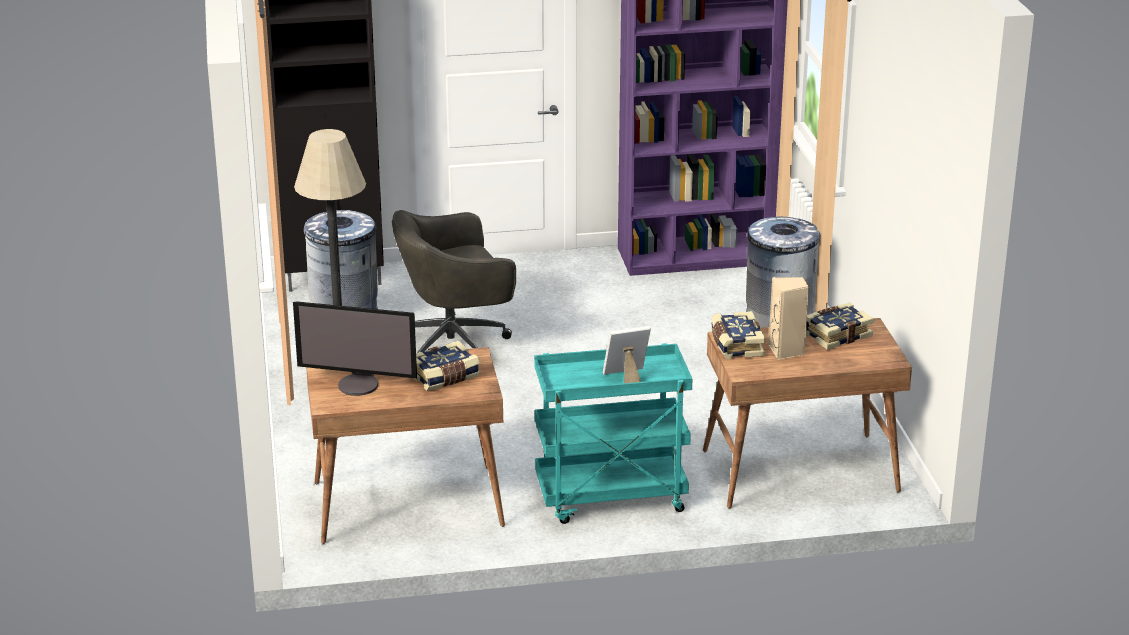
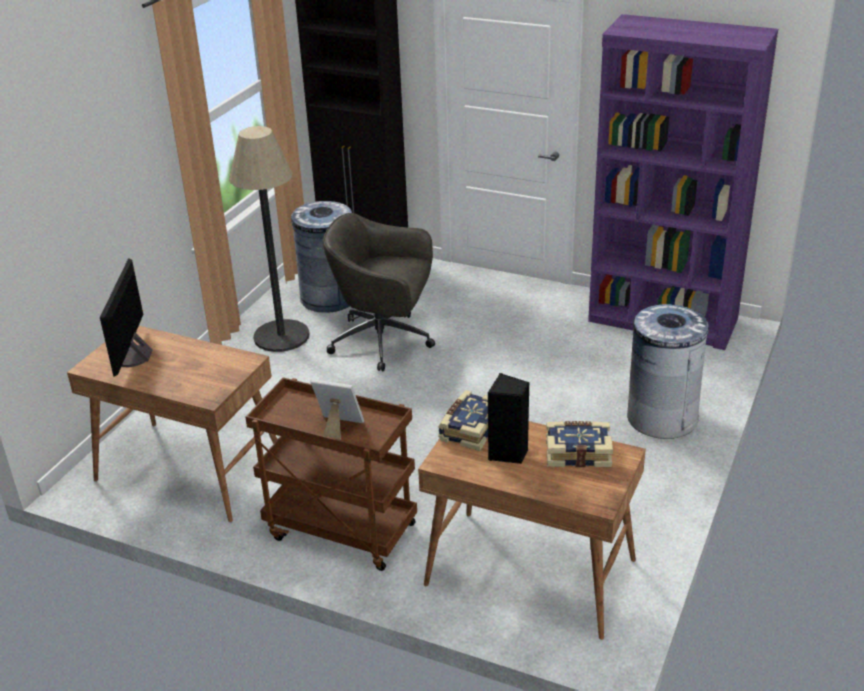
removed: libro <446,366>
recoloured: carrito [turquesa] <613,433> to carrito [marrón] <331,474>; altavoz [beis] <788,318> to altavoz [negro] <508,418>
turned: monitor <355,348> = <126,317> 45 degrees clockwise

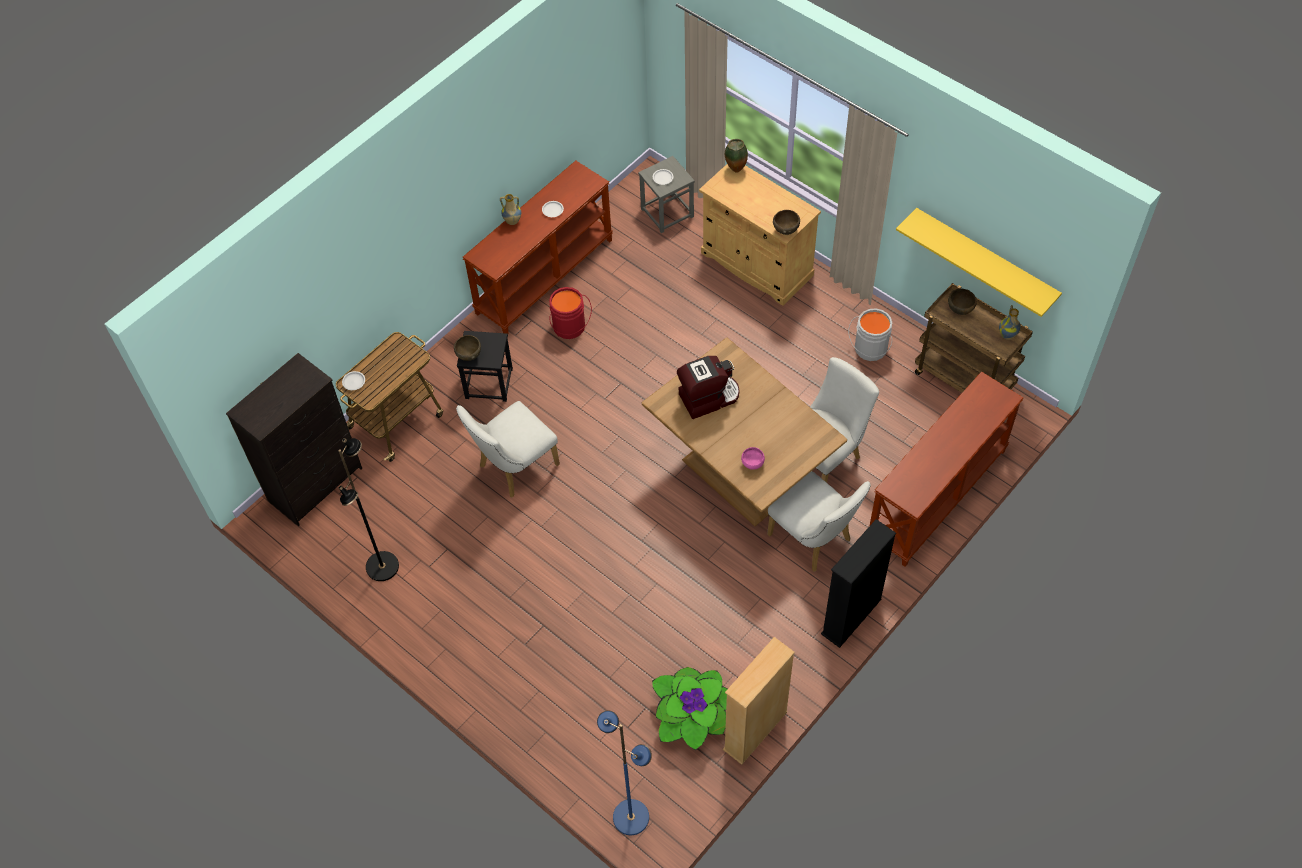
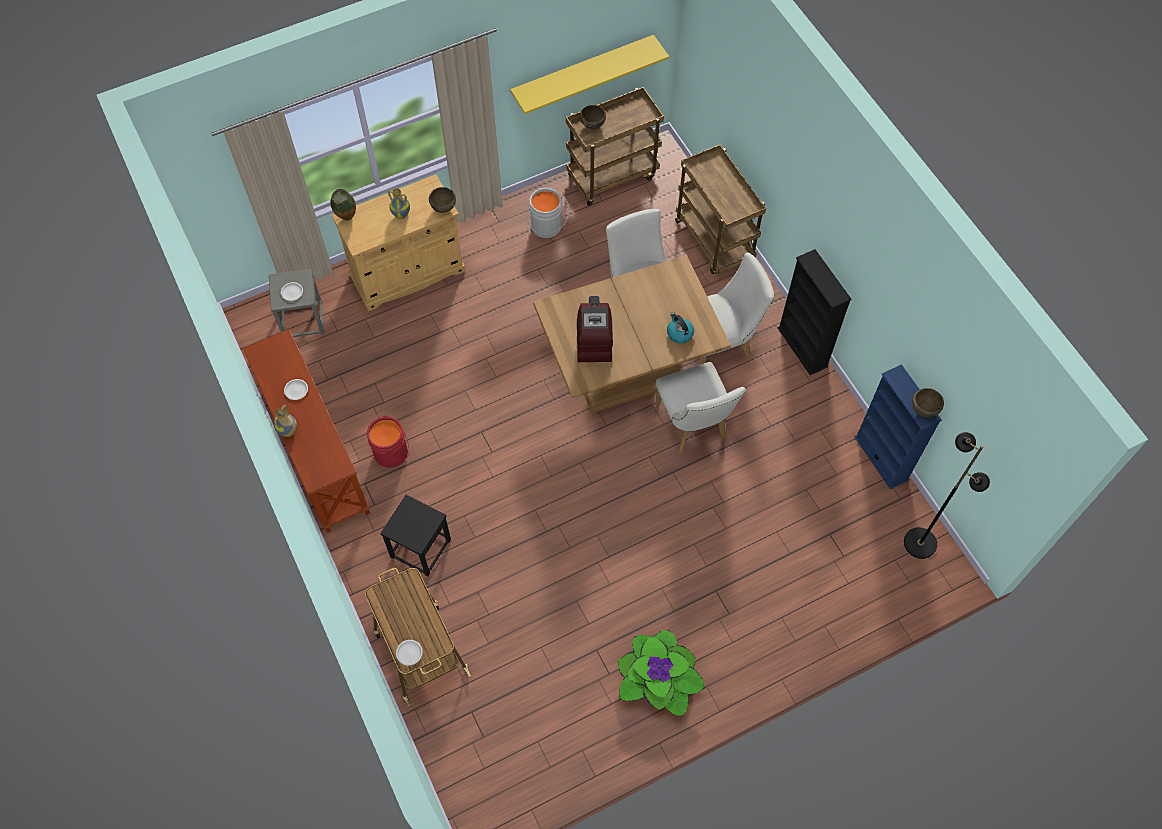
removed: cómoda [negro] <294,439>; lámpara de pie [azul] <624,773>
moved: florero <1010,322> to <399,203>; planta en maceta <690,709> to <661,673>; silla [blanco] <508,449> to <700,407>; lámpara de pie [negro] <368,509> to <947,495>; cuenco [marrón] <467,348> to <928,402>
replaced: cuenco [rosa] <753,458> to hervidor <680,327>; mesa consola [marrón] <946,469> to carrito [marrón] <720,209>
recoloured: estantería [beis] <759,701> to estantería [azul] <898,426>

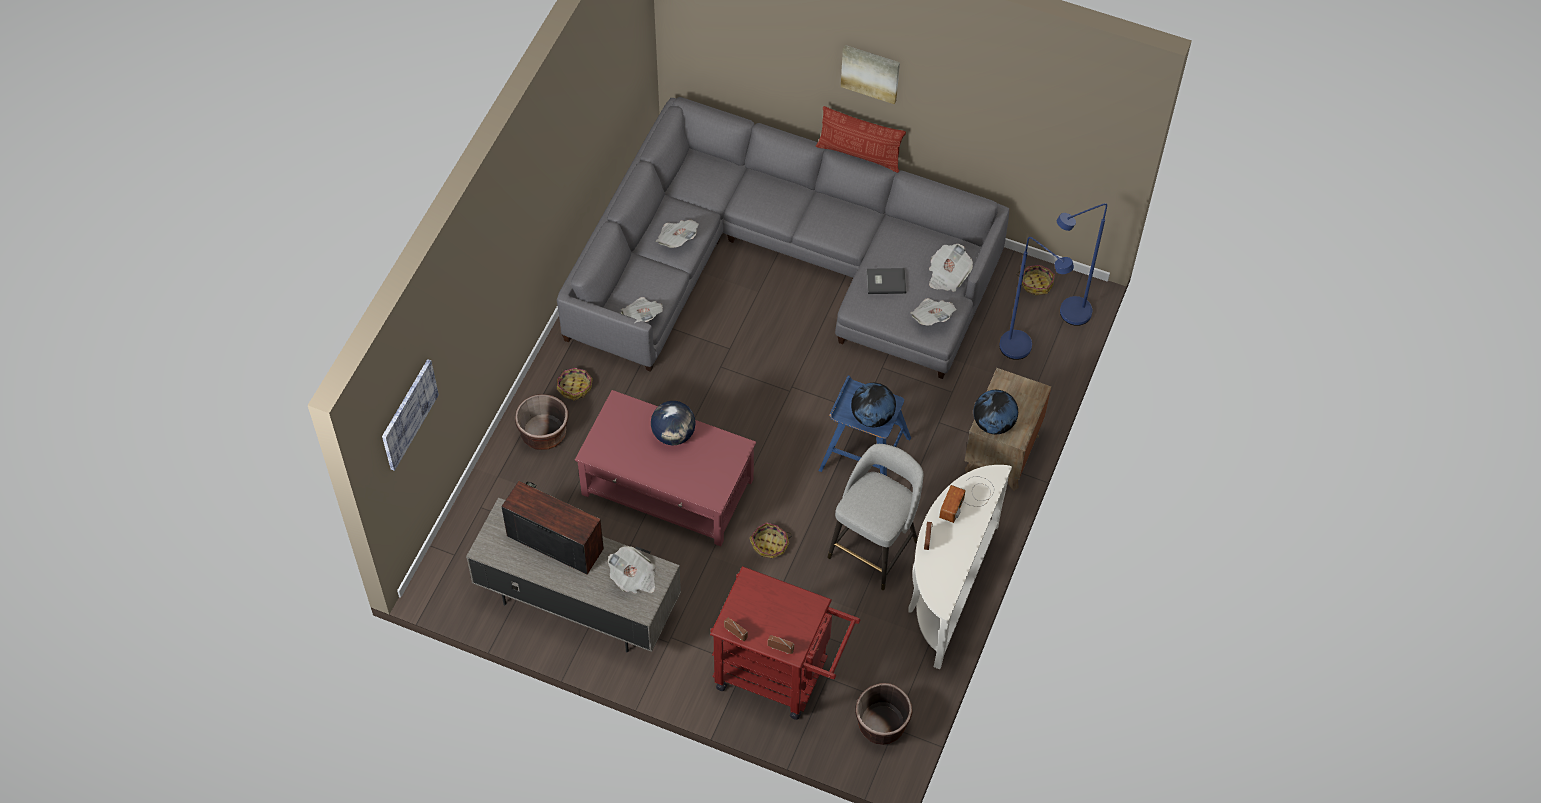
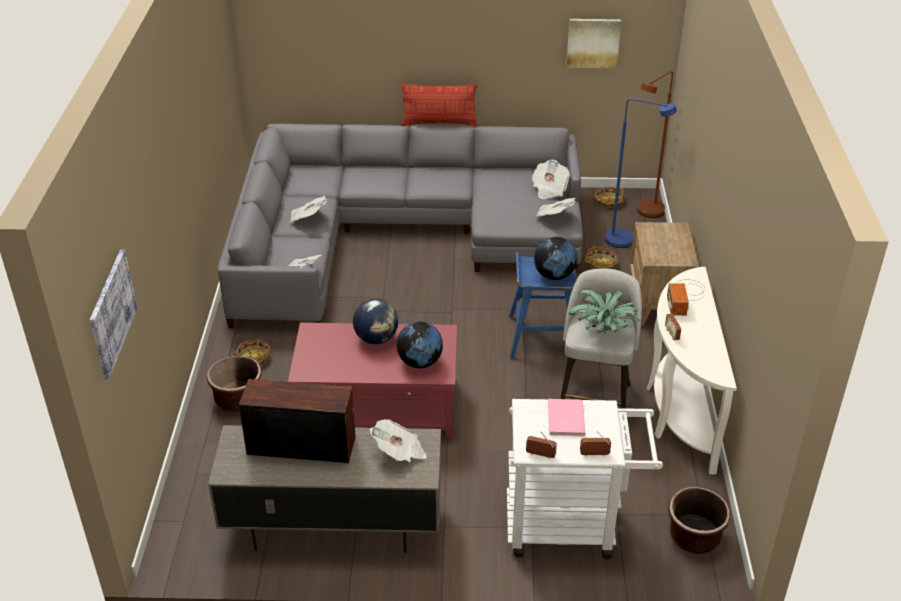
removed: libro [gris] <886,281>
added: libro [rosa] <566,418>; planta en maceta <606,311>
moved: globo terráqueo <995,412> to <419,345>; cuadro <870,74> to <593,43>; cesta <770,540> to <601,257>
recoloured: carrito [rojo] <785,643> to carrito [blanco] <585,479>; lámpara de pie [azul] <1082,264> to lámpara de pie [marrón] <655,144>

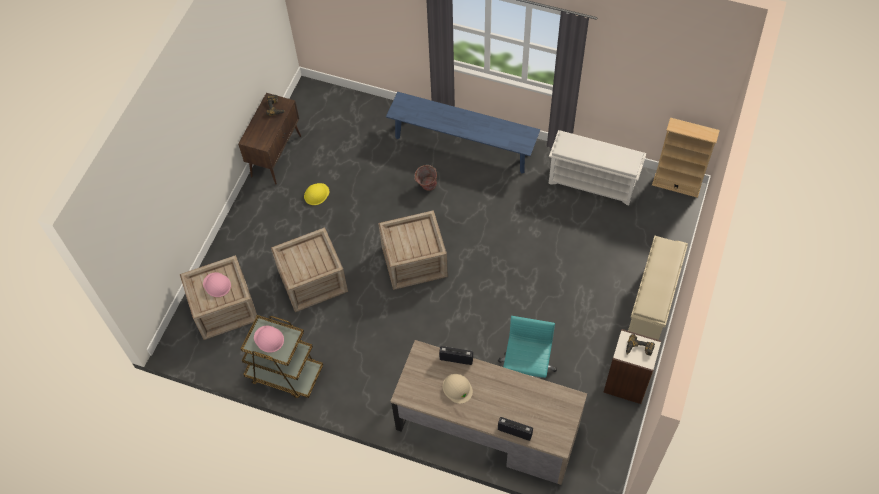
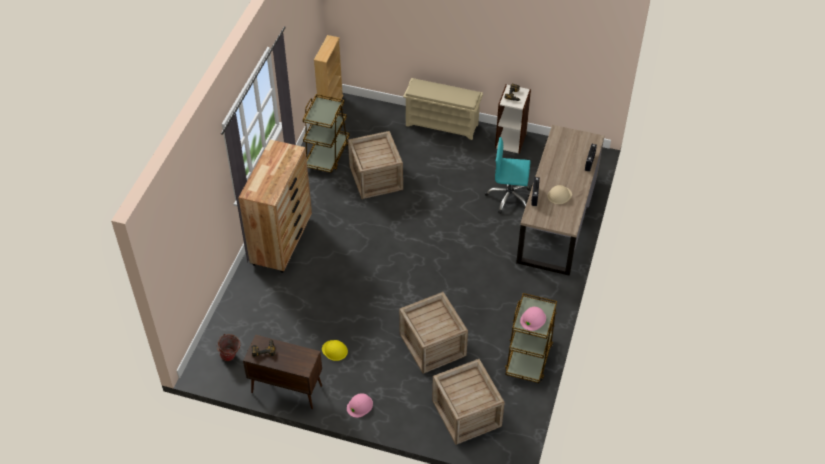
moved: cubo <425,178> to <228,347>; casco [rosa] <217,284> to <360,405>; caja de embalaje <413,250> to <375,165>
replaced: banco [azul] <463,132> to cómoda [marrón] <275,206>; zapatero [blanco] <597,167> to carrito [marrón] <326,133>

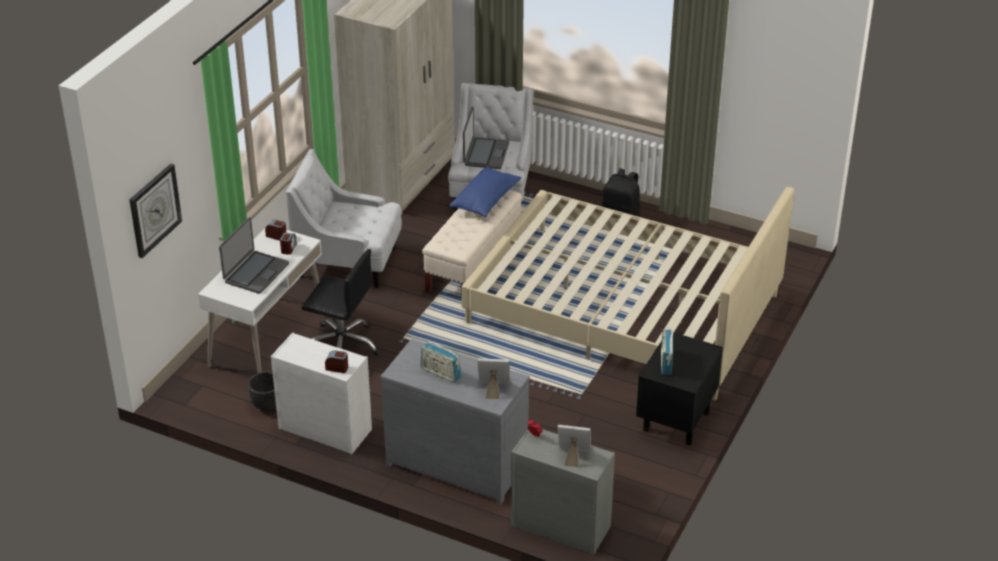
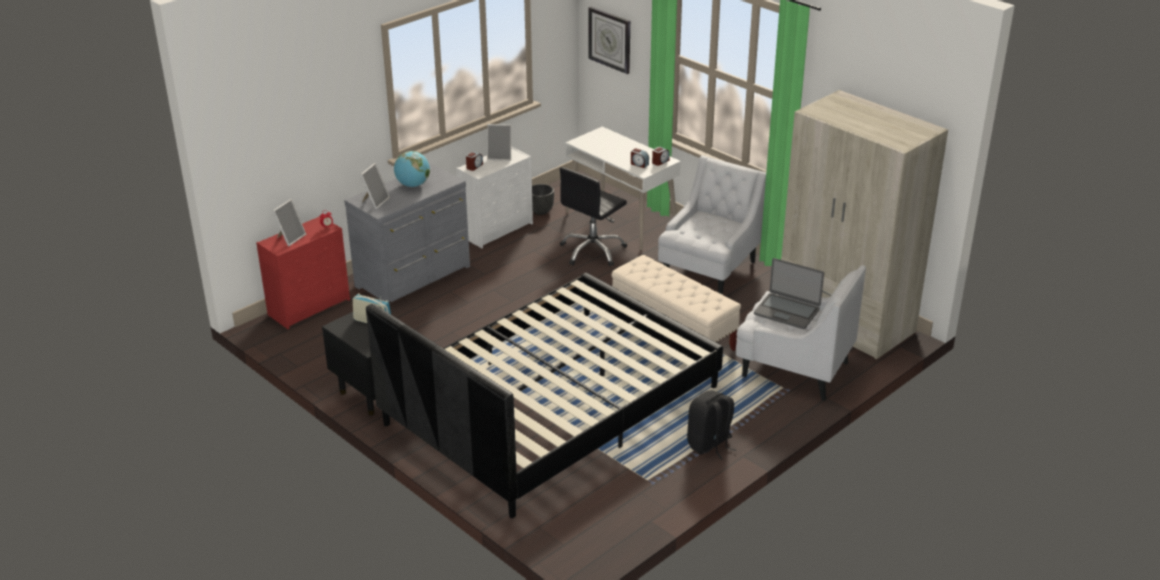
removed: portátil <254,255>; cojín [azul] <485,192>
added: portarretratos <499,142>
replaced: radio <441,362> to globo terráqueo <412,169>
recoloured: cómoda [gris] <563,492> to cómoda [rojo] <303,272>; cama [beis] <627,293> to cama [negro] <544,395>

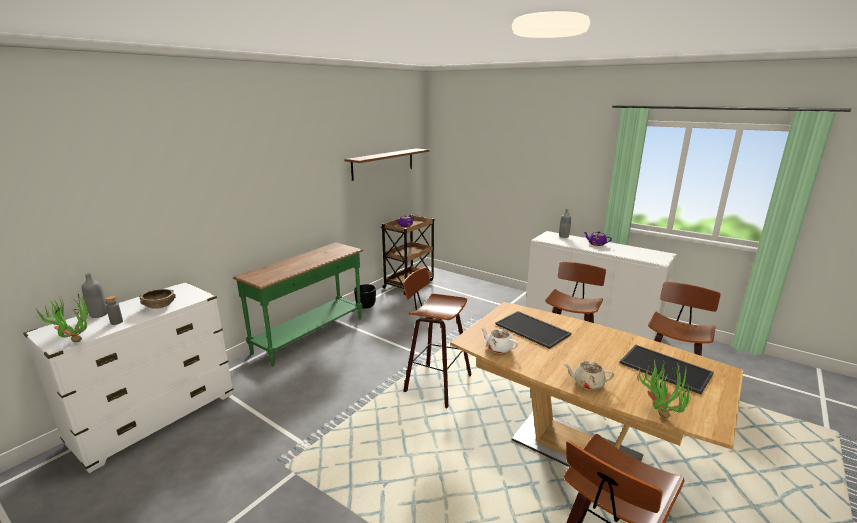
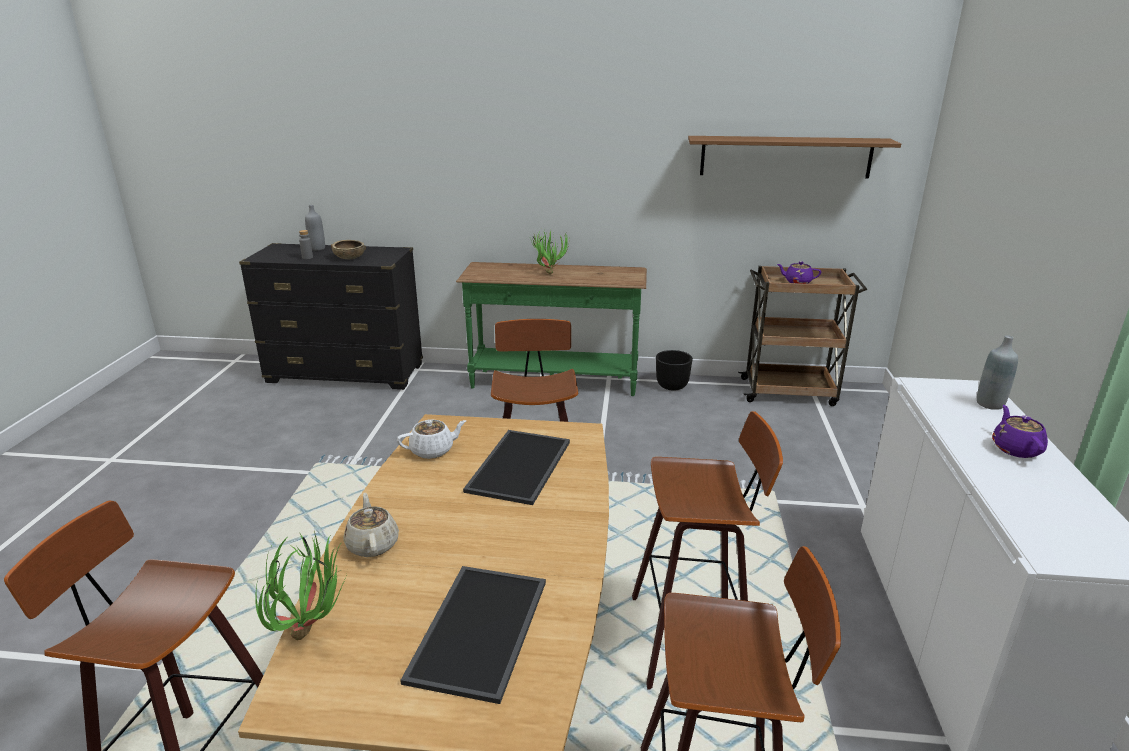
moved: planta en maceta <62,318> to <550,252>
recoloured: cómoda [blanco] <128,377> to cómoda [negro] <331,316>
turned: tetera [blanco] <499,340> = <432,439> 60 degrees clockwise

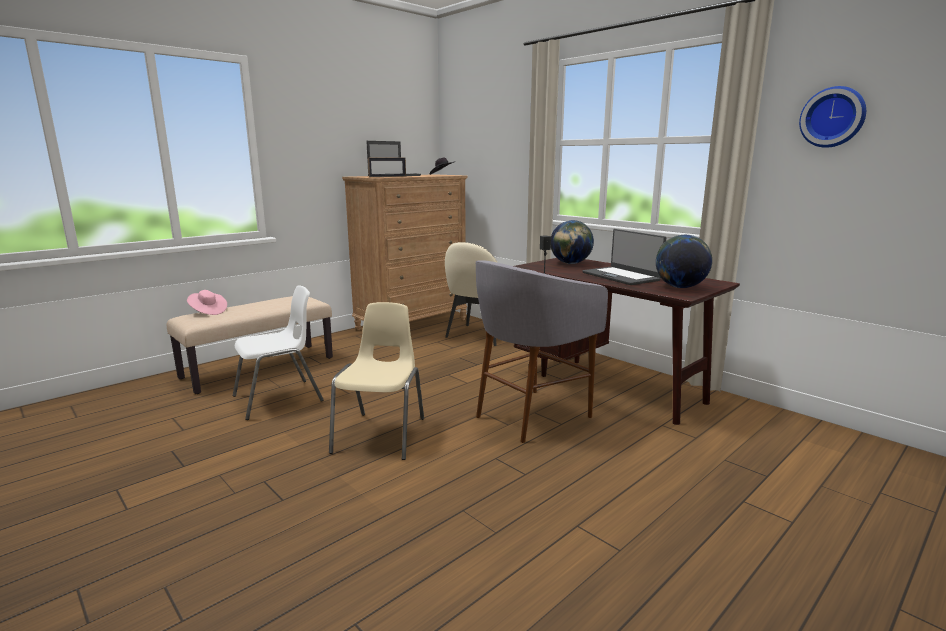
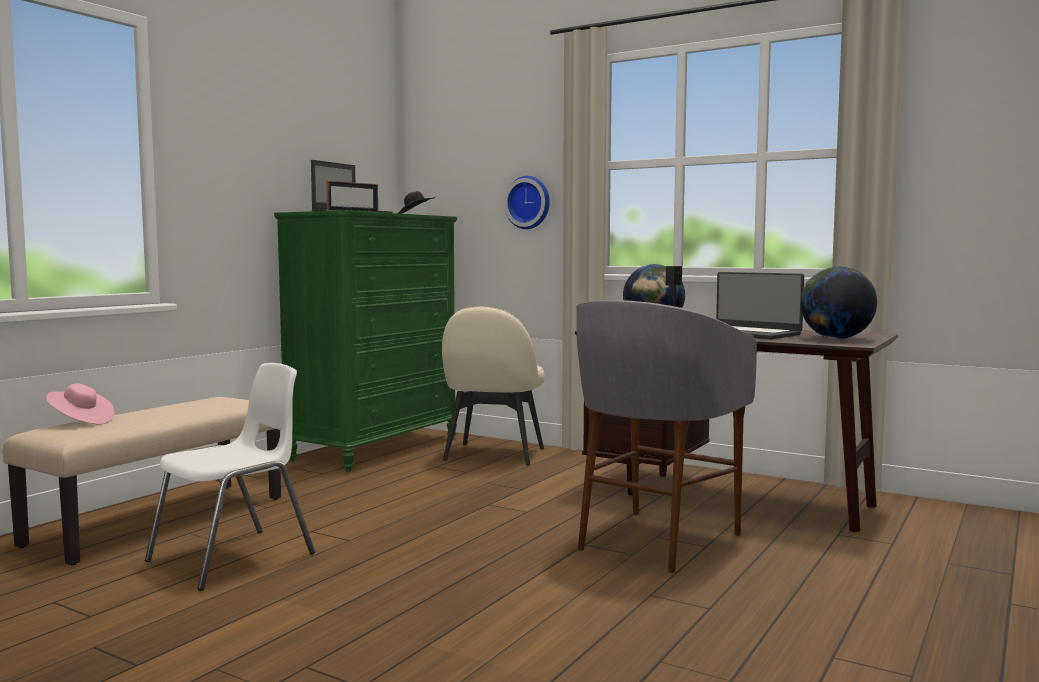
removed: silla [beis] <376,381>
moved: reloj de pared <832,117> to <527,202>
recoloured: cómoda [marrón] <405,252> to cómoda [verde] <365,341>

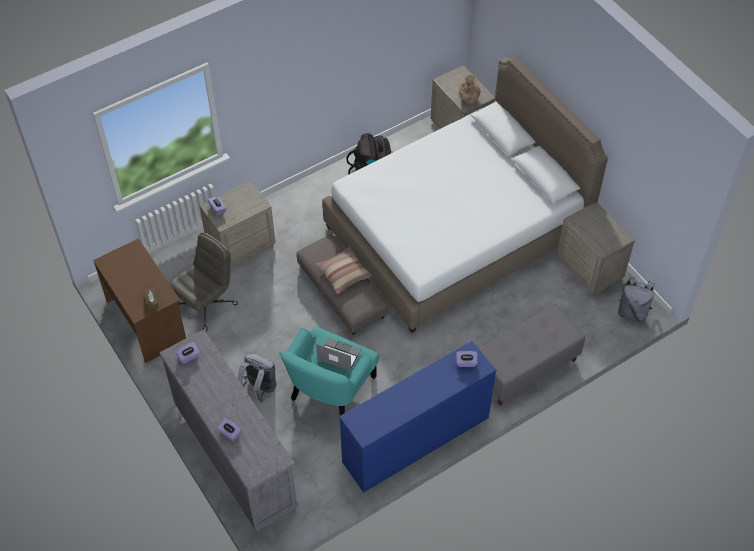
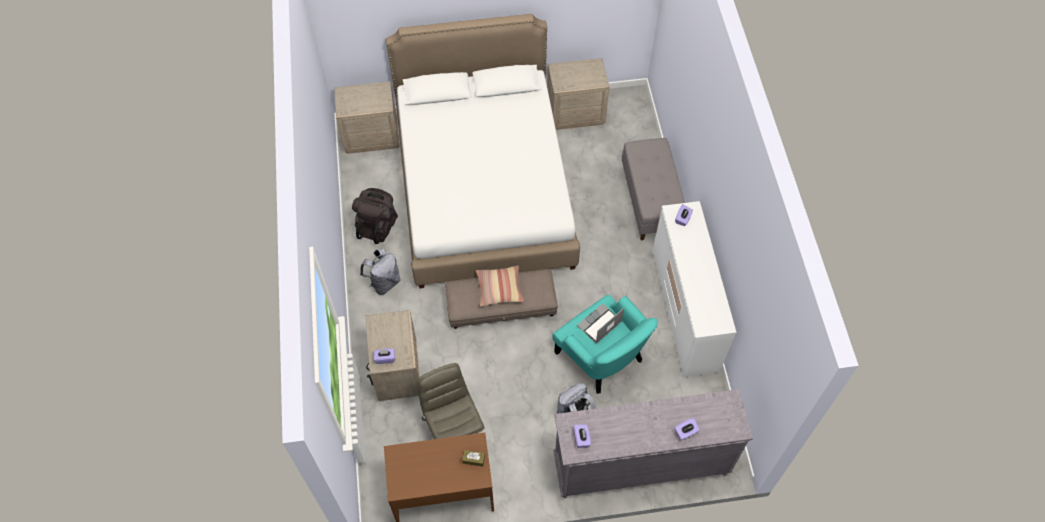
removed: florero [marrón] <470,89>
moved: mochila [gris] <636,299> to <380,271>
recoloured: cómoda [azul] <417,417> to cómoda [blanco] <694,289>

